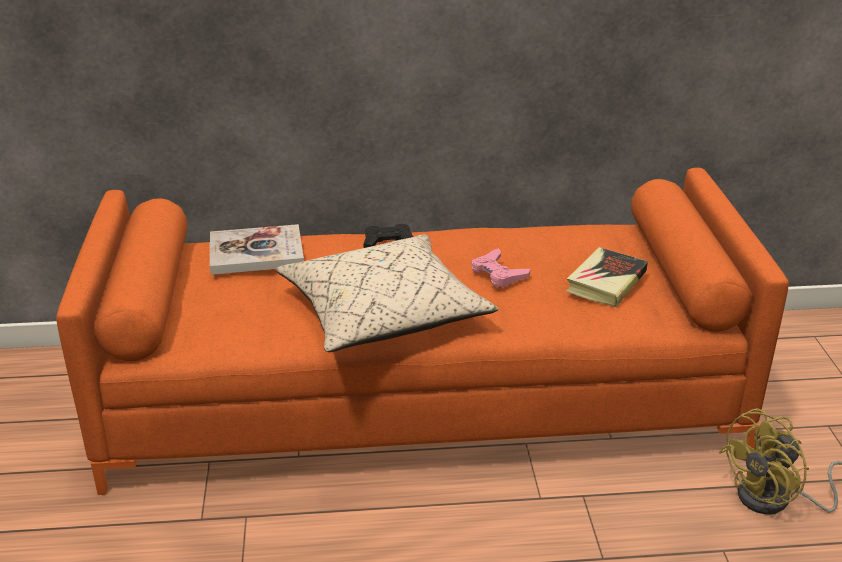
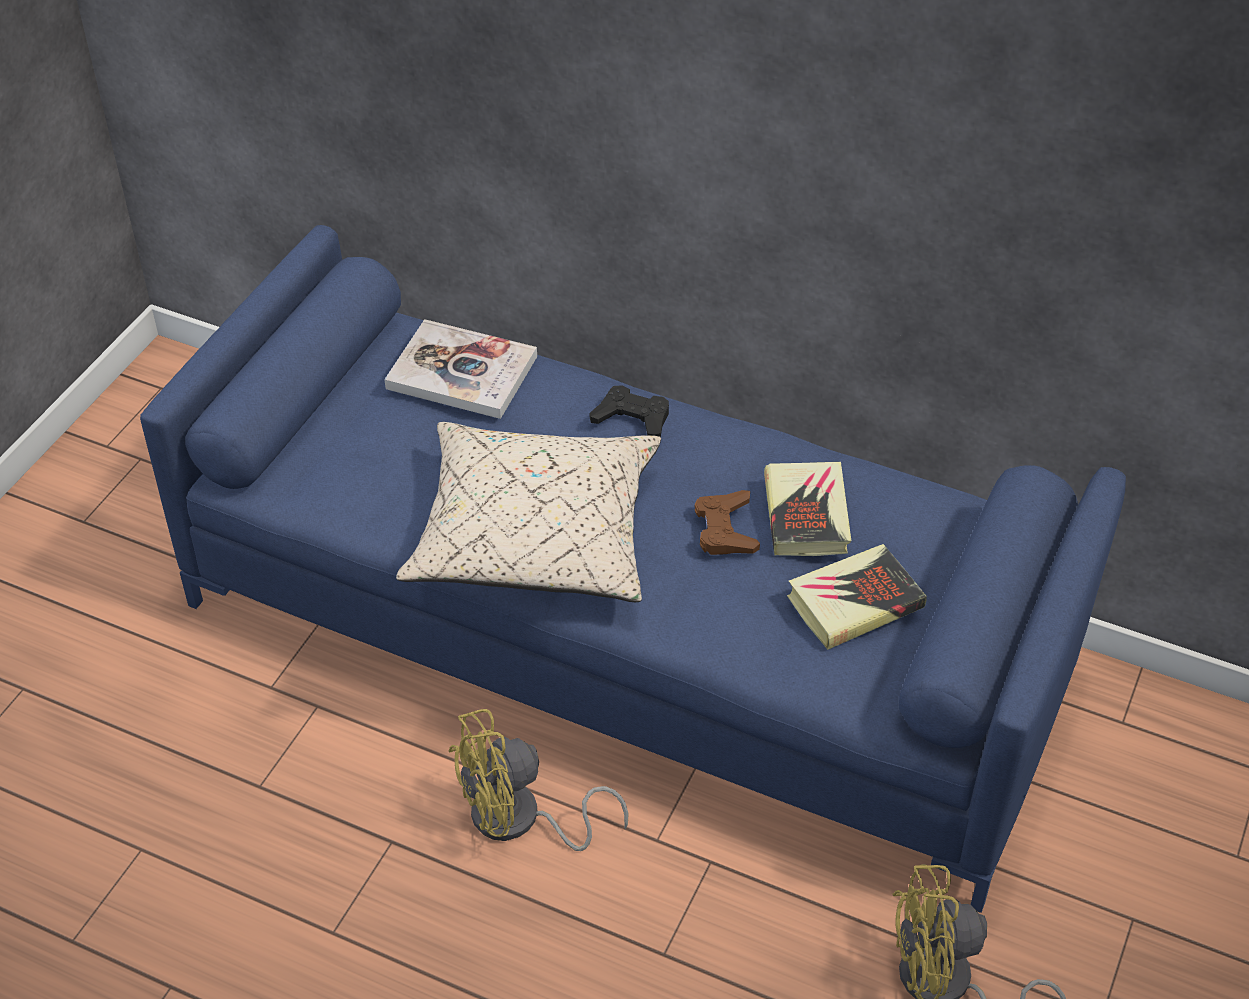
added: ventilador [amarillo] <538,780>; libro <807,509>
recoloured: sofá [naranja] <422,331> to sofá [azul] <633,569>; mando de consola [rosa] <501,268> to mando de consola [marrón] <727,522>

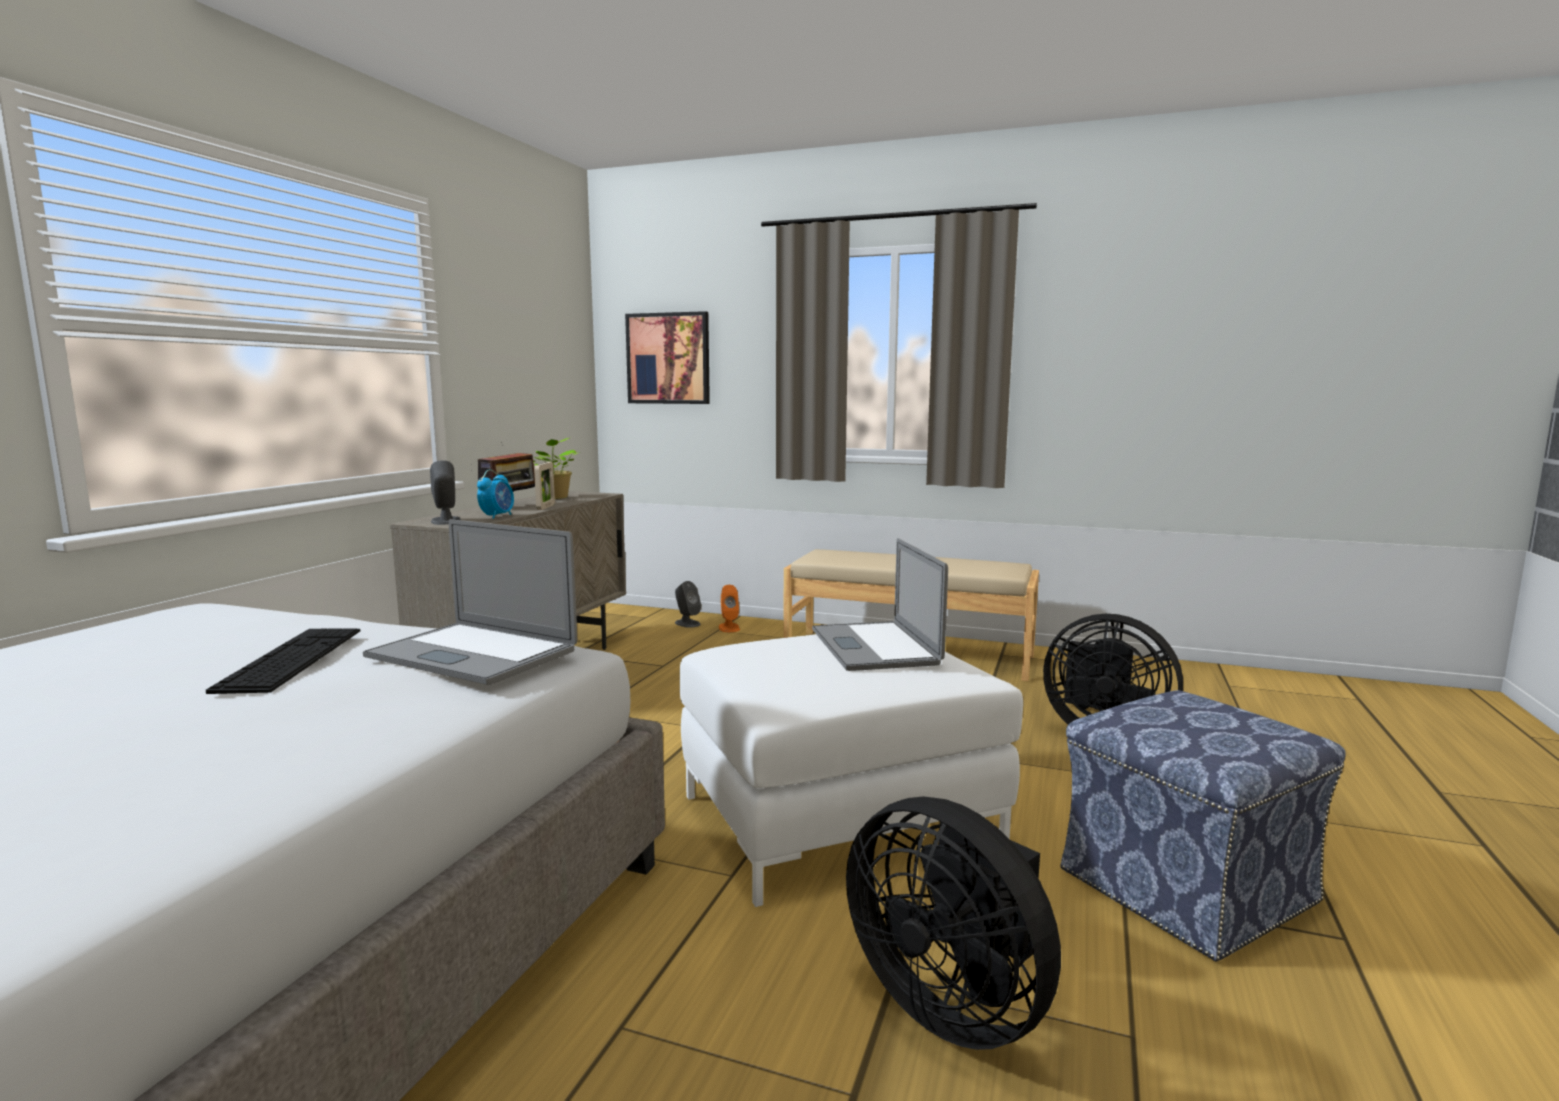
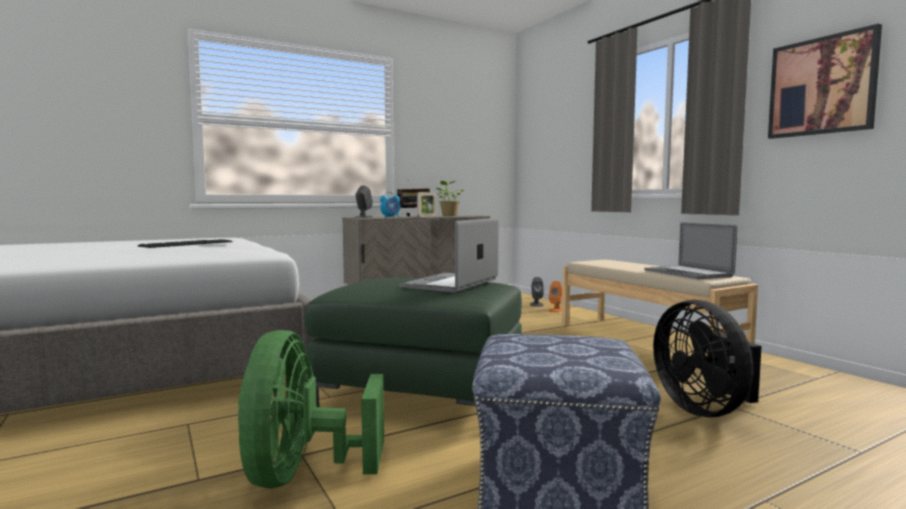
moved: portátil <470,602> to <690,250>; cuadro <667,357> to <825,81>
recoloured: ventilador [negro] <953,923> to ventilador [verde] <311,409>; puf [blanco] <851,770> to puf [verde] <413,342>

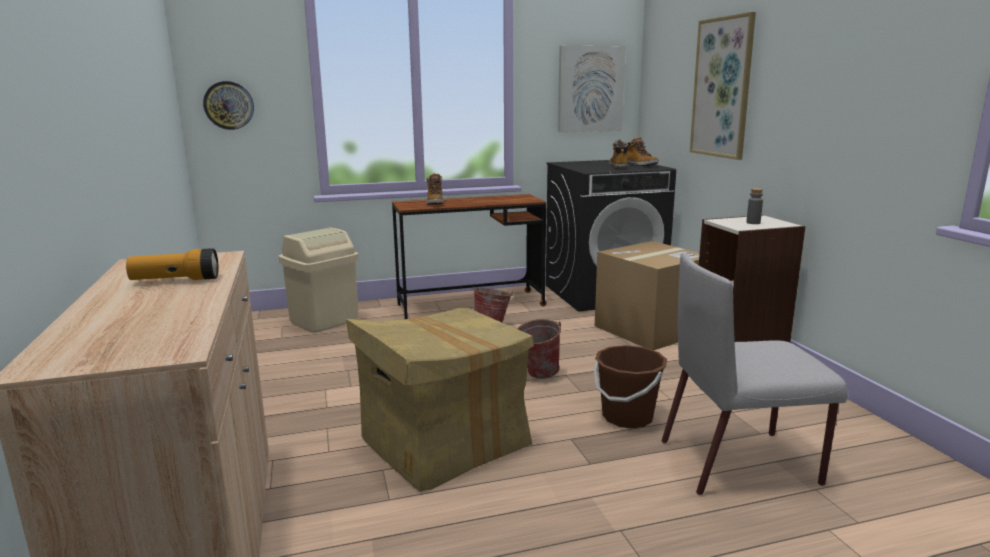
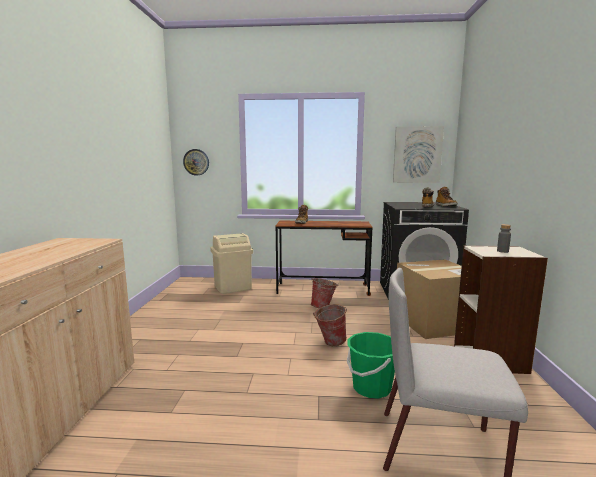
removed: linterna <172,264>; caja de cartón <440,400>; cuadro <723,86>
recoloured: cubo [marrón] <630,387> to cubo [verde] <371,365>

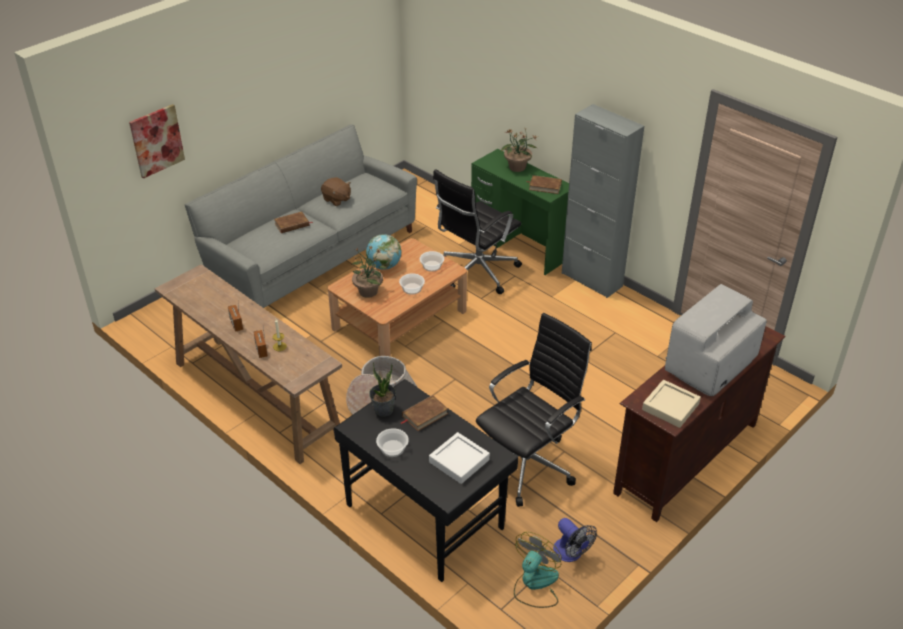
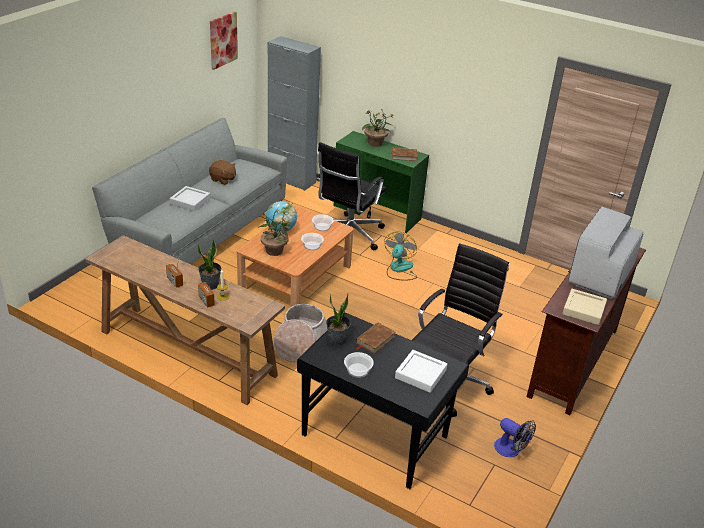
added: planta en maceta <209,264>
moved: cuadro <157,141> to <224,41>; armario [gris] <603,201> to <294,113>; ventilador <537,570> to <400,256>
replaced: libro [marrón] <293,222> to bandeja [gris] <190,198>

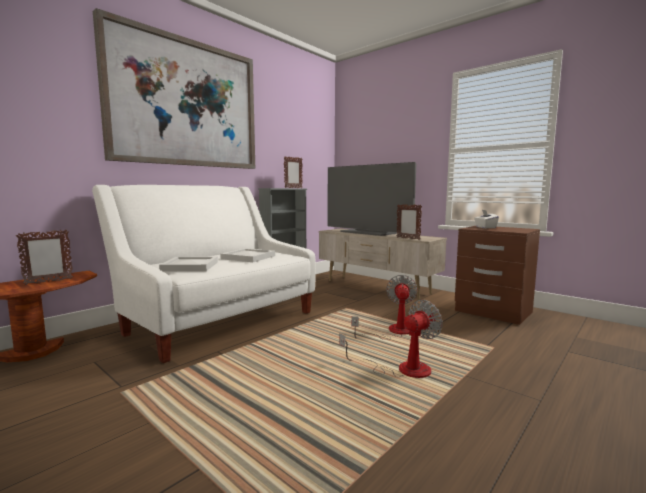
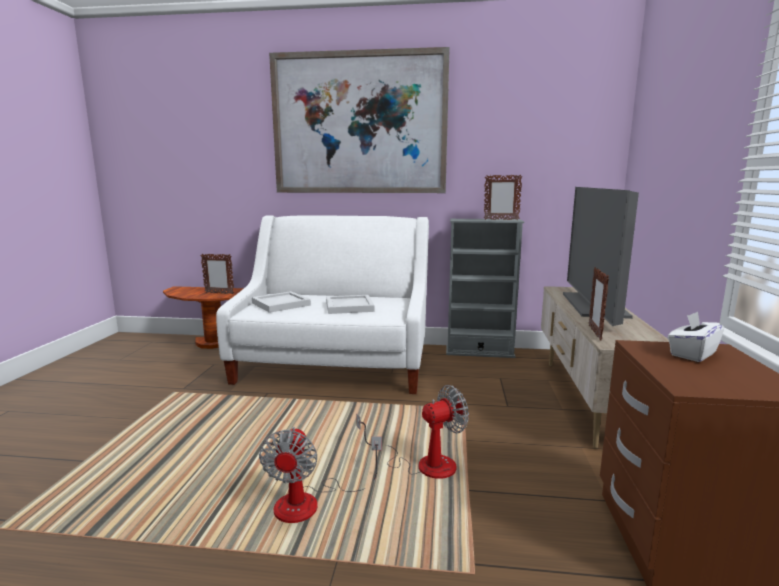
turned: ventilador <391,339> = <320,475> 75 degrees clockwise

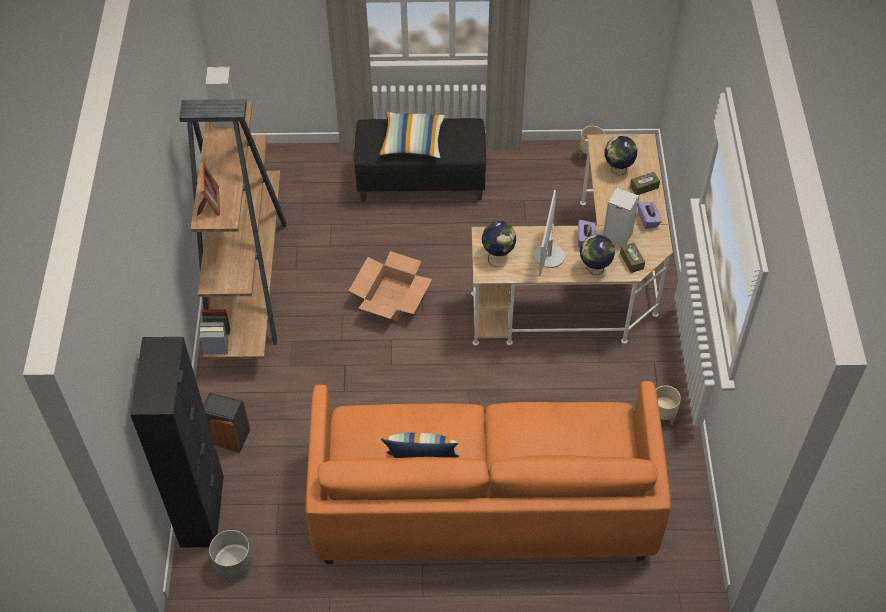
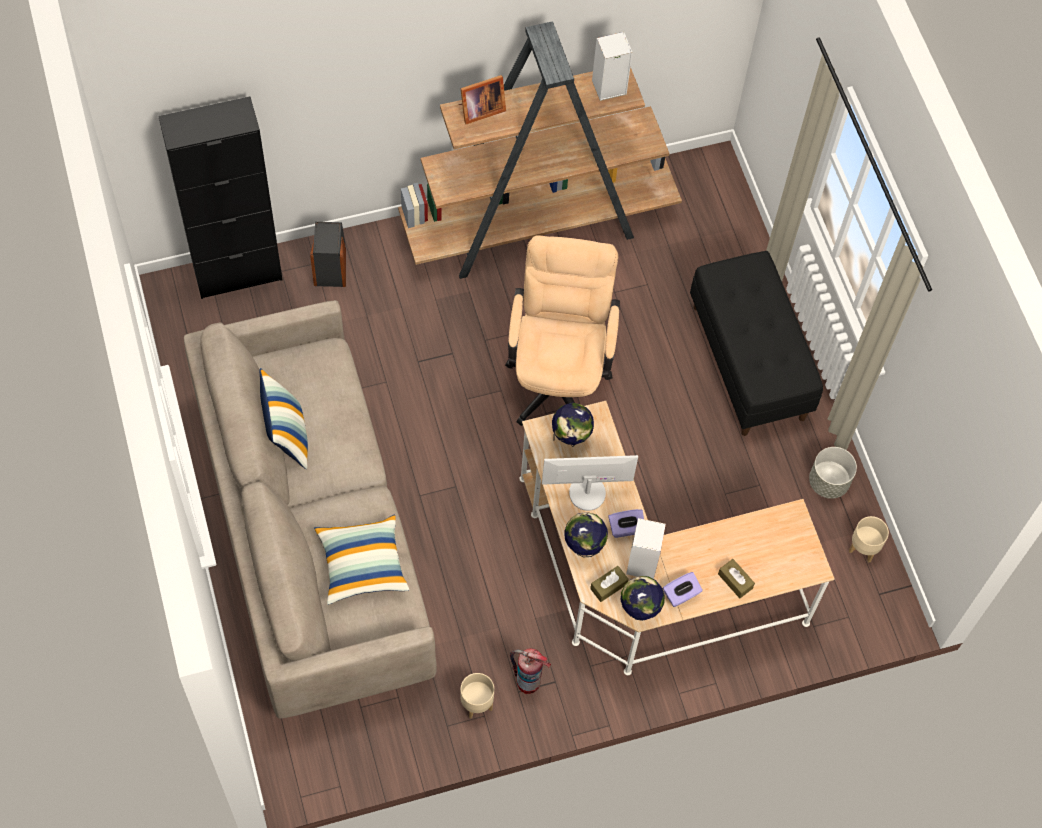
added: extintor <530,671>
moved: cojín <412,135> to <361,560>; globo terráqueo <620,156> to <643,598>; maceta [gris] <231,555> to <833,473>
replaced: caja de cartón <390,286> to silla de oficina [beis] <562,330>
recoloured: sofá [naranja] <488,472> to sofá [beis] <310,509>

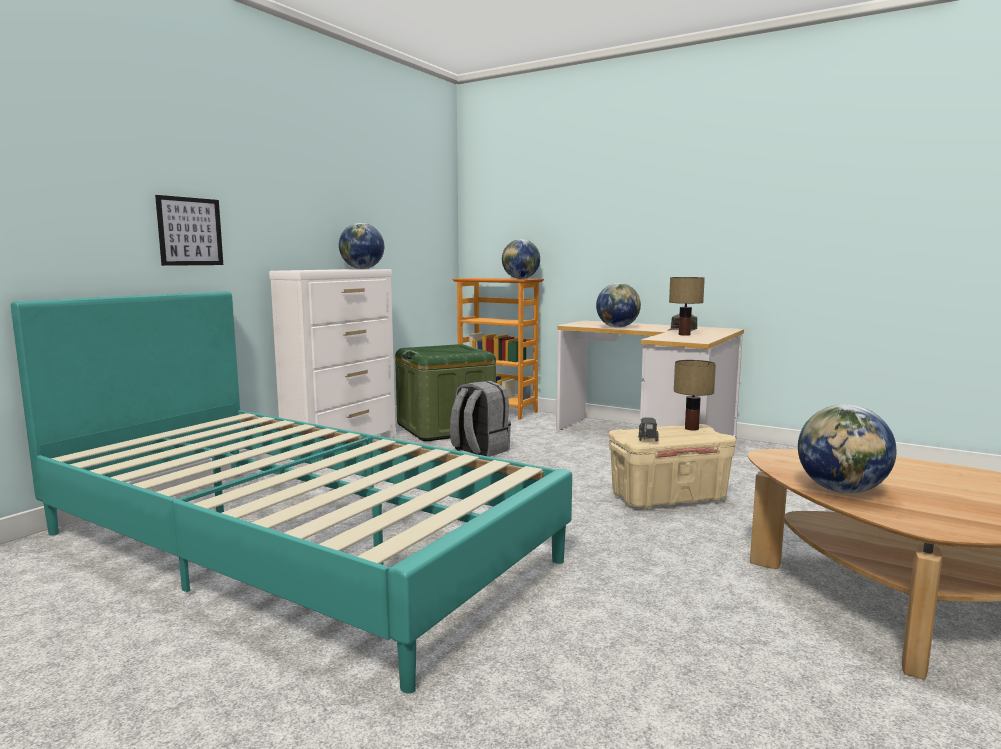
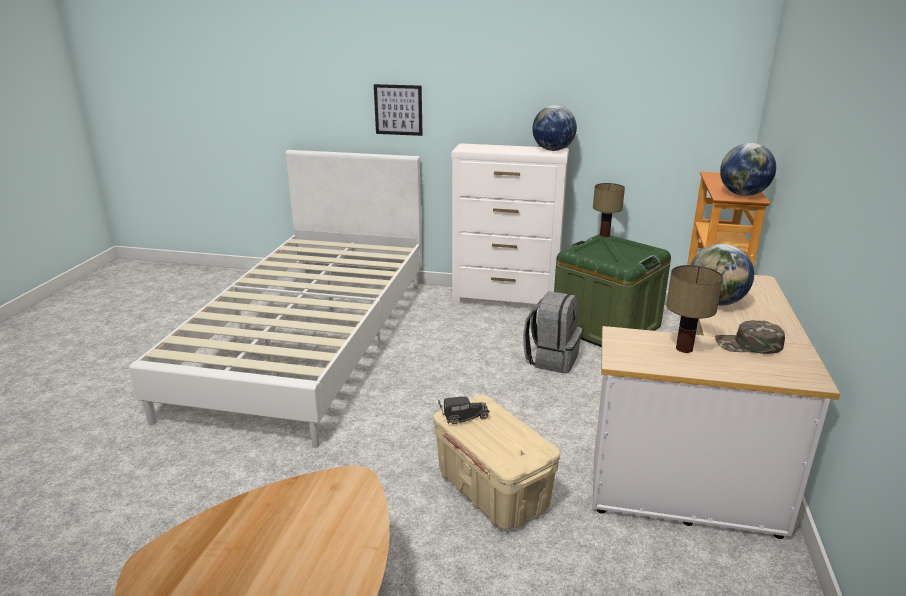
removed: globo terráqueo <847,448>
moved: lámpara de mesa <695,395> to <609,210>
recoloured: cama [turquesa] <291,492> to cama [blanco] <275,299>

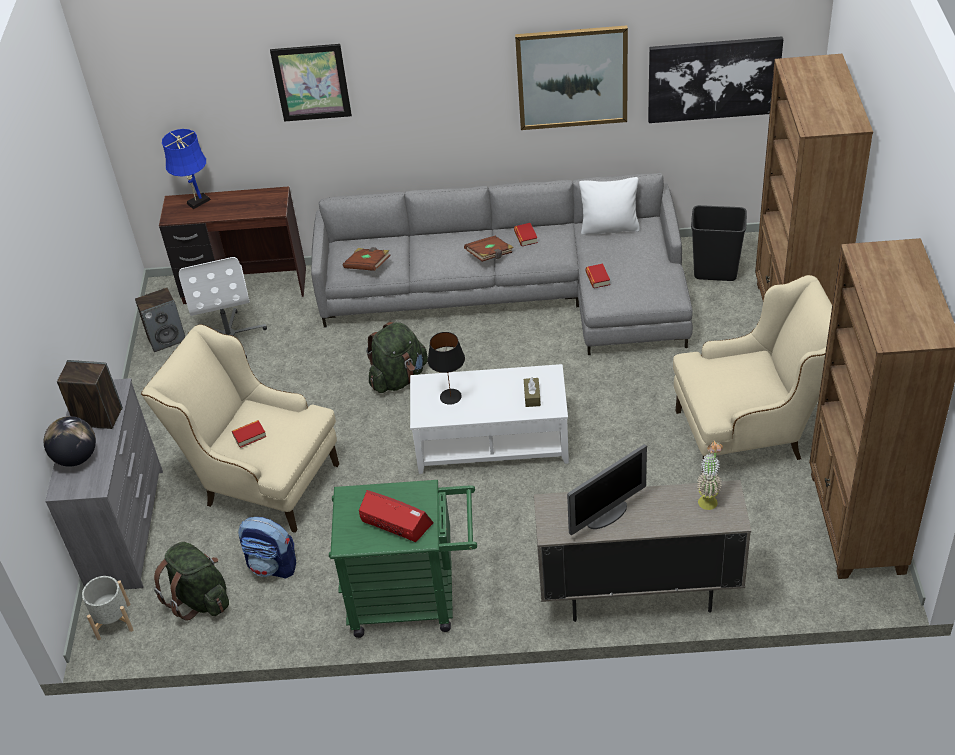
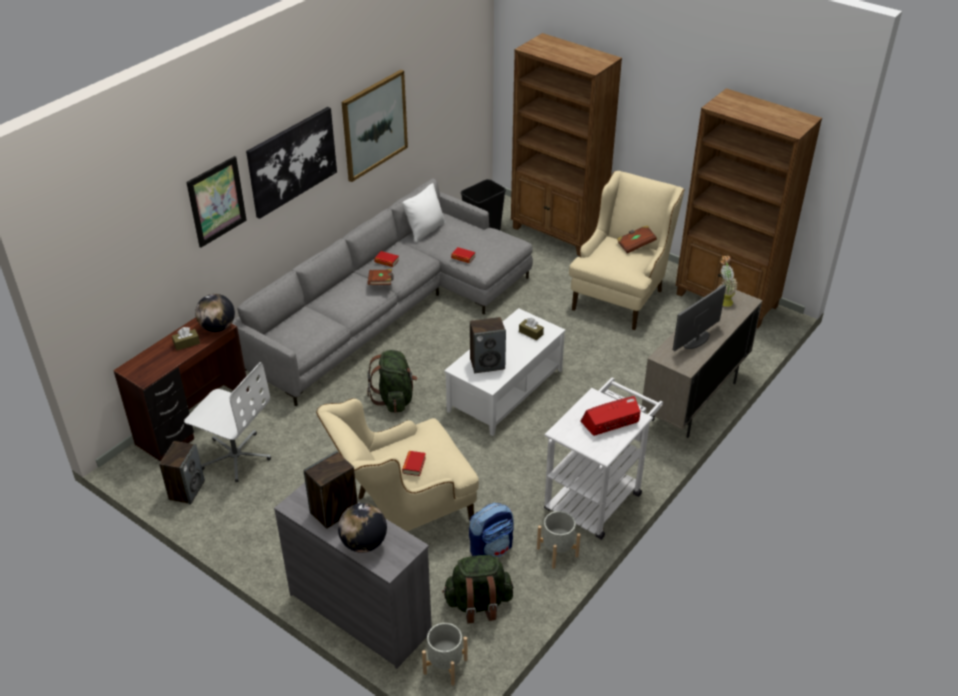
removed: lámpara de mesa [azul] <186,169>
added: caja de pañuelos [marrón] <186,338>; globo terráqueo <215,313>; maceta [gris] <559,540>
moved: cuadro <715,79> to <291,163>; libro [marrón] <367,259> to <637,239>
replaced: lámpara de mesa [negro] <446,368> to altavoz <488,345>
recoloured: carrito [verde] <403,559> to carrito [blanco] <603,459>
turned: monitor <607,489> = <699,317> 135 degrees counterclockwise

